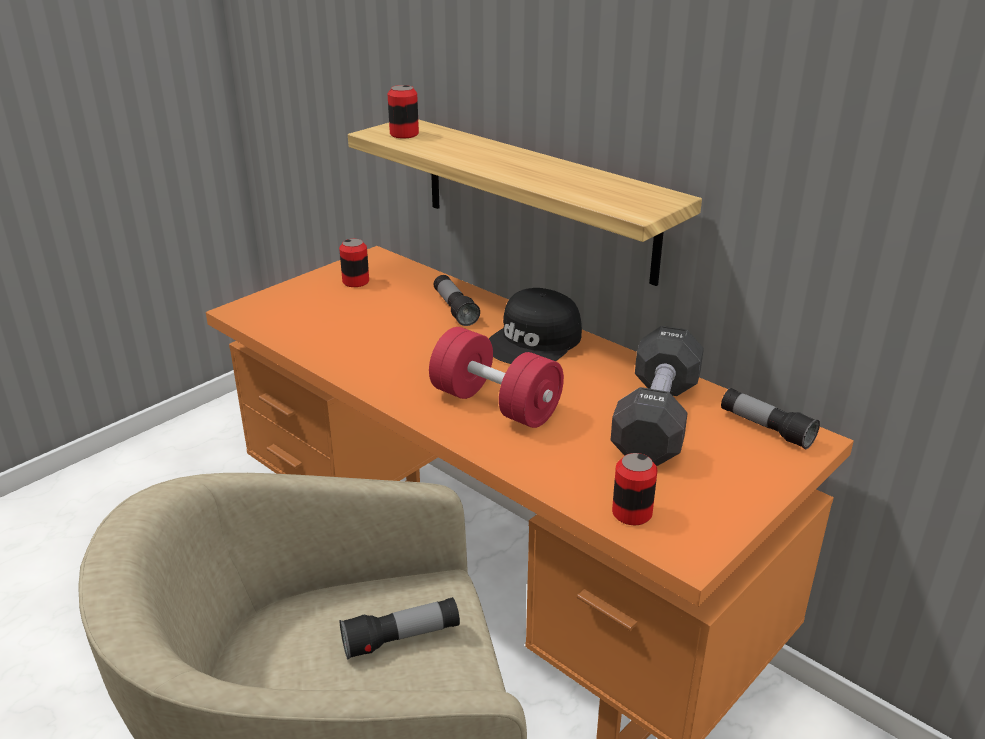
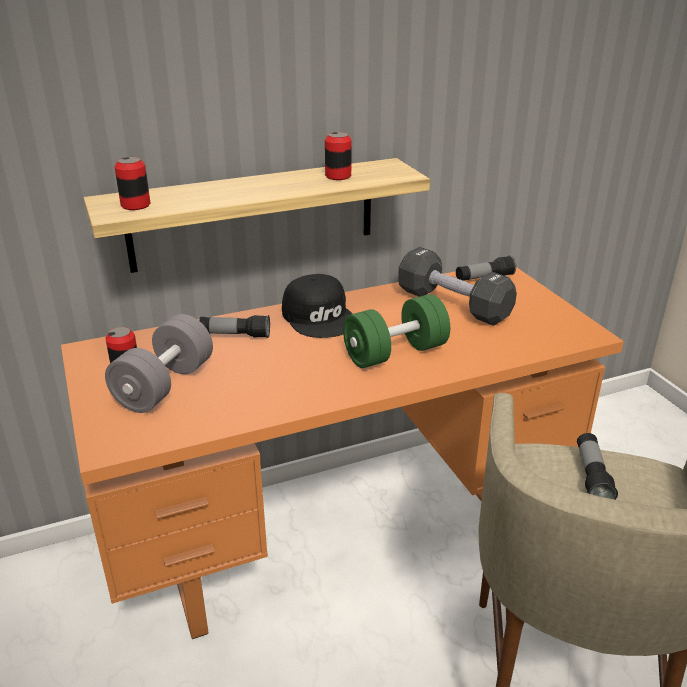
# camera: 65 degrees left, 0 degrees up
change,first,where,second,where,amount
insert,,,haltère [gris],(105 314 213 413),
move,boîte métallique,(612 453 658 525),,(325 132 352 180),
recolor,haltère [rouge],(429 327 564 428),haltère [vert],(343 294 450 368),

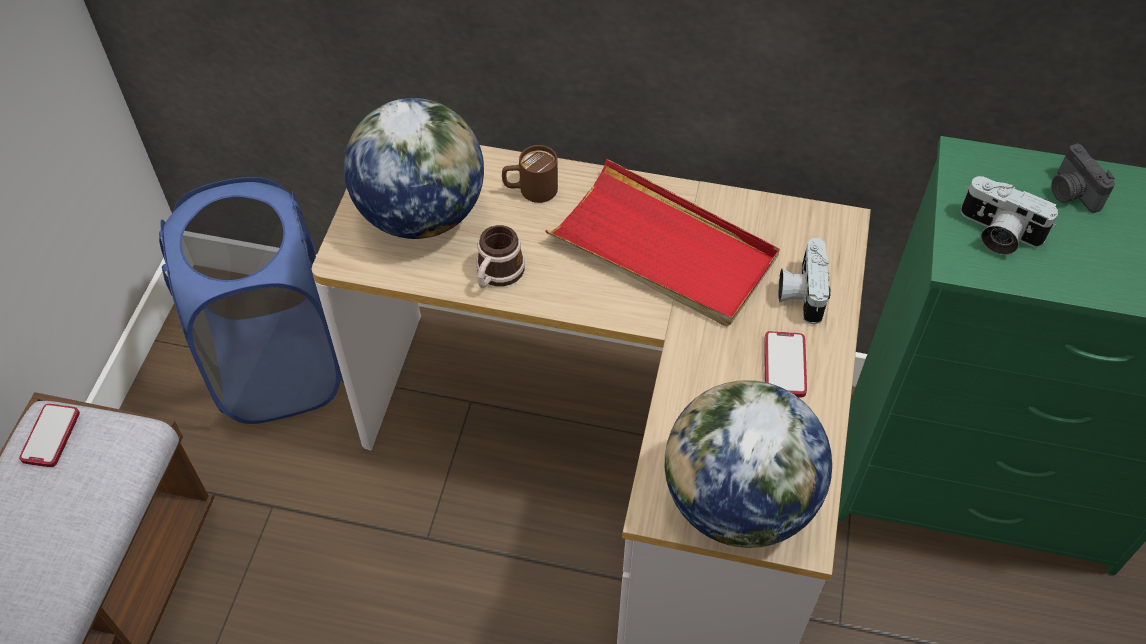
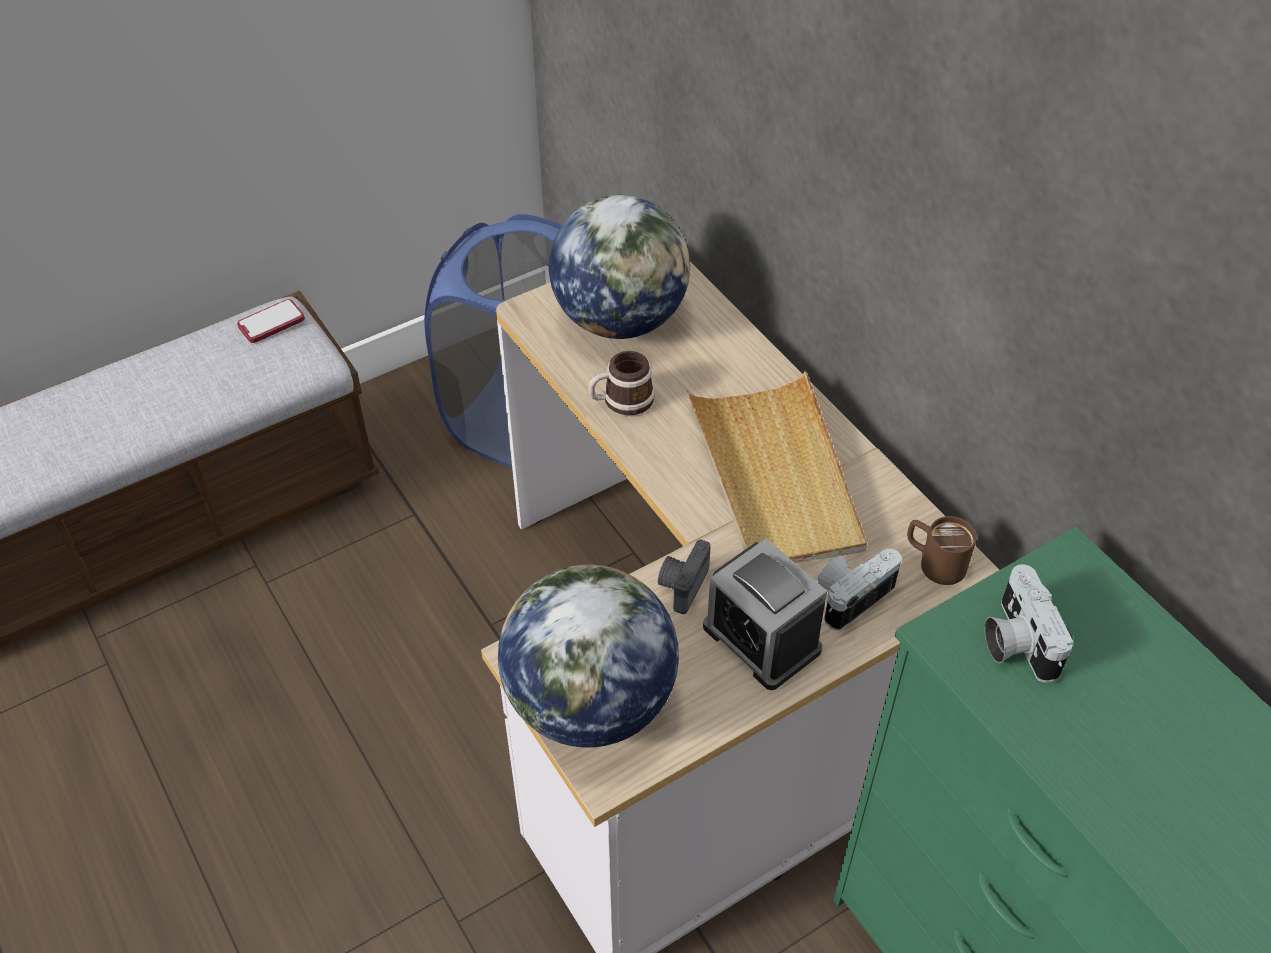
# camera: 45 degrees right, 5 degrees down
change,first,where,second,where,amount
move,mug [marron],(502 145 558 203),,(907 516 977 585),
move,appareil photo,(1051 144 1115 213),,(658 539 711 614),
replace,téléphone,(764 331 807 397),réveil,(703 538 827 690),
recolor,plateau [rouge],(546 159 780 326),plateau [beige],(687 371 867 563),

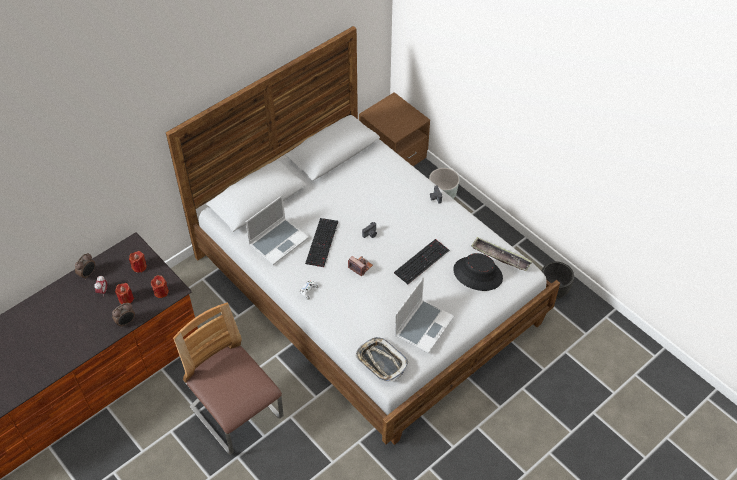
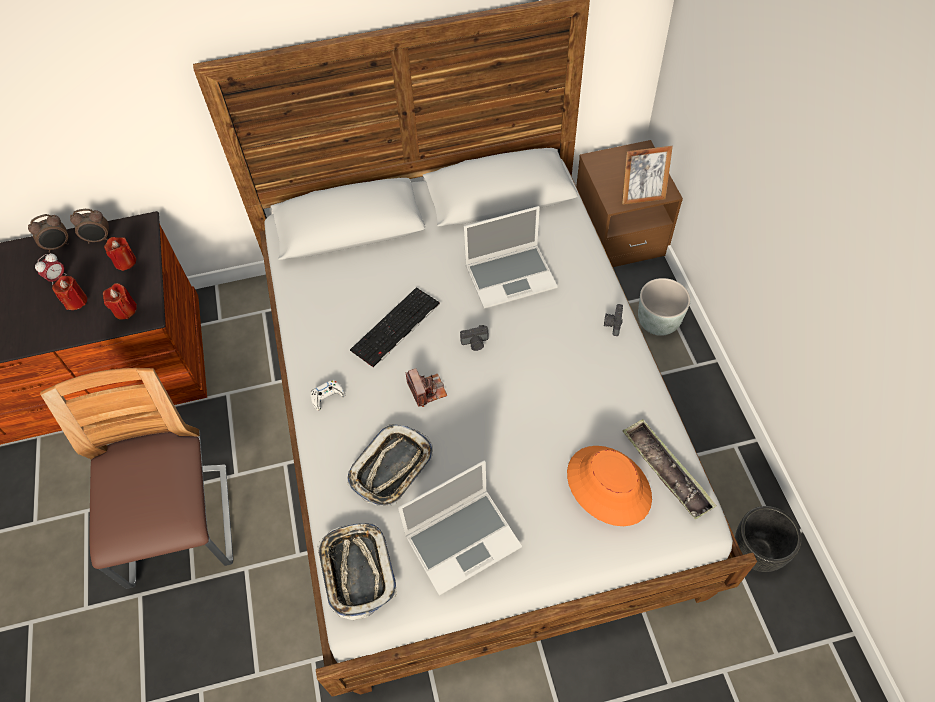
# camera: 30 degrees right, 5 degrees up
change,first,where,second,where,amount
delete,clavier,(394 239 449 284),,,
insert,,,plateau,(347 424 433 506),
insert,,,cadre photo,(622 146 673 205),
move,réveil,(112 303 135 328),,(70 209 109 244),
move,ordinateur portable,(246 195 309 265),,(464 206 557 309),
recolor,chapeau [noir],(453 253 503 291),chapeau [orange],(567 446 652 526),

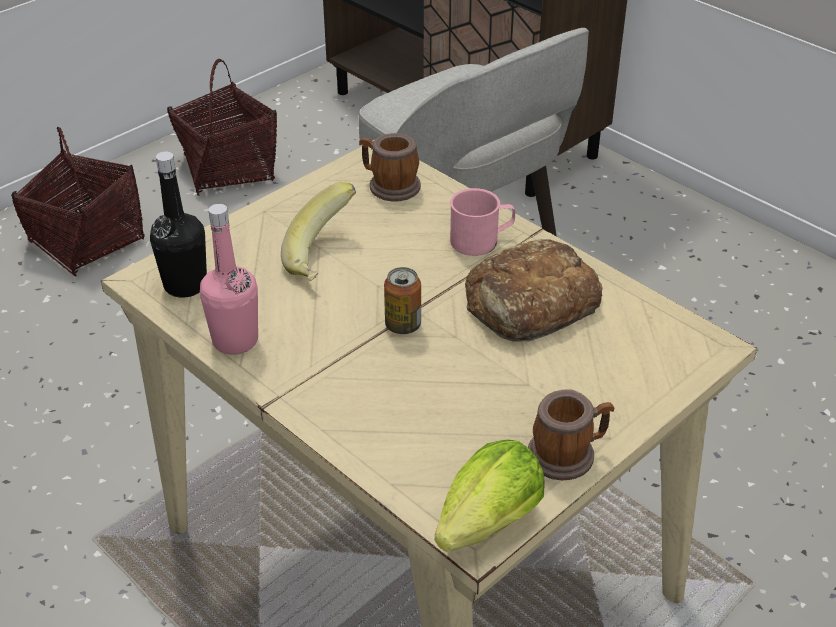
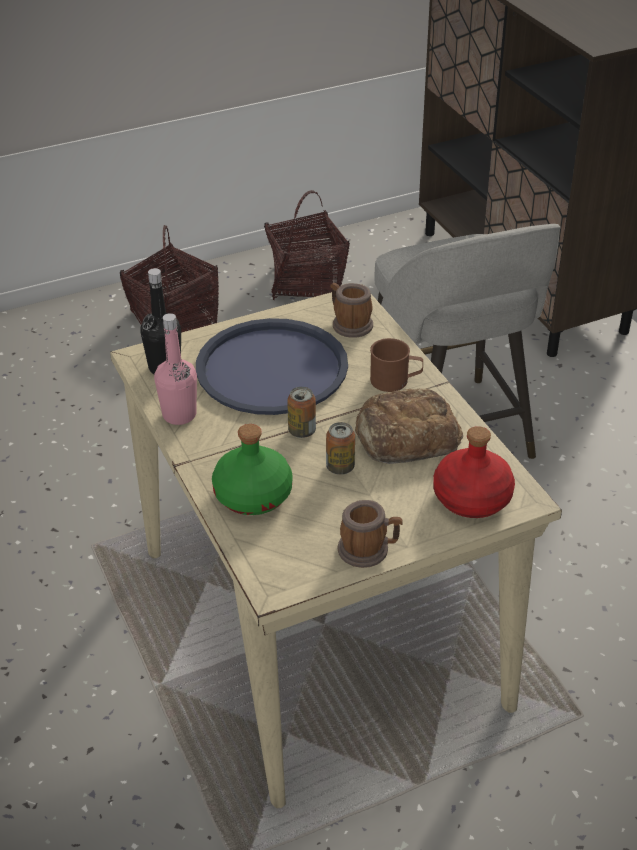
# camera: 20 degrees right, 0 degrees up
change,first,where,second,where,amount
delete,laitue,(435 440 545 552),,,
insert,,,bouteille [vert],(212 424 293 515),
insert,,,boîte métallique,(326 422 355 475),
insert,,,bouteille [rouge],(434 426 515 518),
replace,banane,(281 182 356 281),plateau [bleu],(196 318 348 415),
recolor,mug [rose],(450 188 515 256),mug [marron],(370 338 423 392),

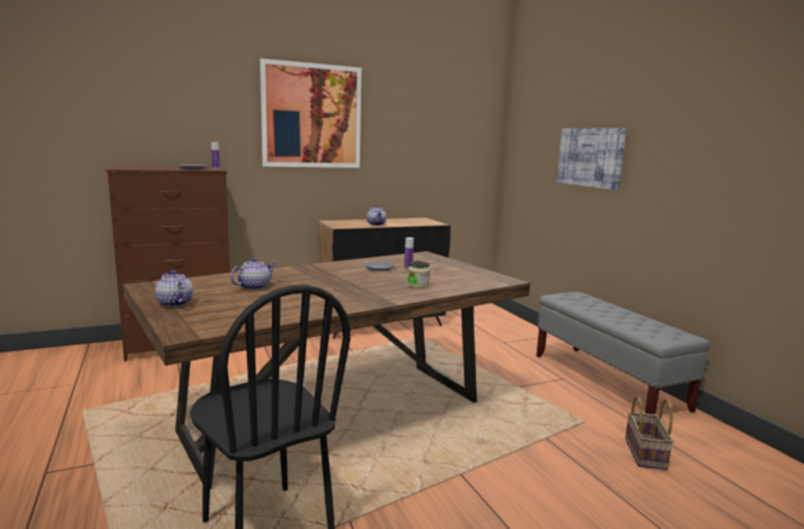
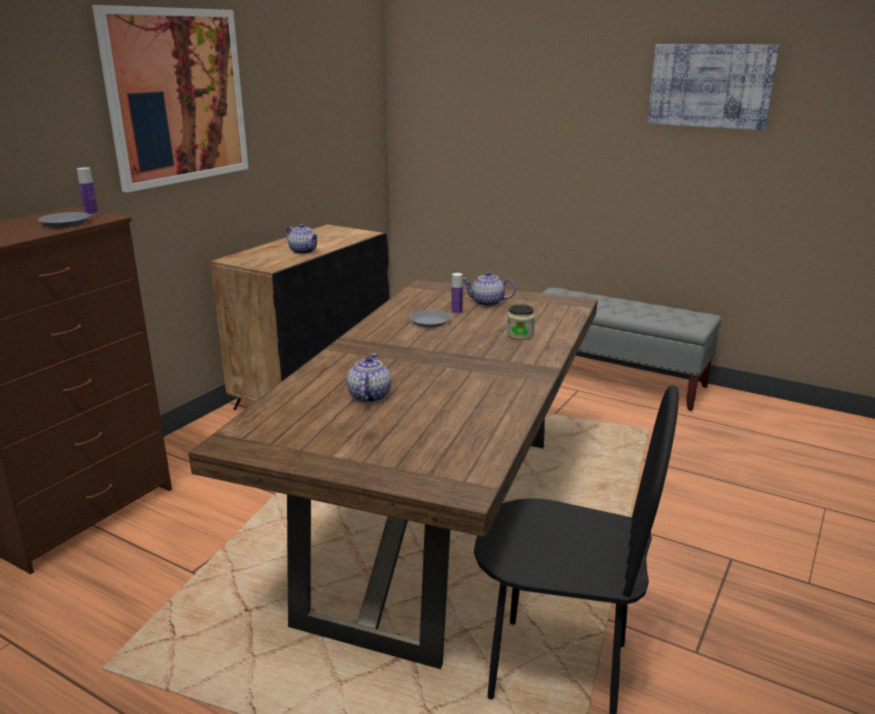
# camera: 35 degrees left, 10 degrees up
change,first,where,second,where,amount
delete,panier,(625 396 674 470),,,
move,théière,(155 270 193 307),,(463 272 516 306),
move,tableau,(557 128 627 190),,(648 44 779 130),

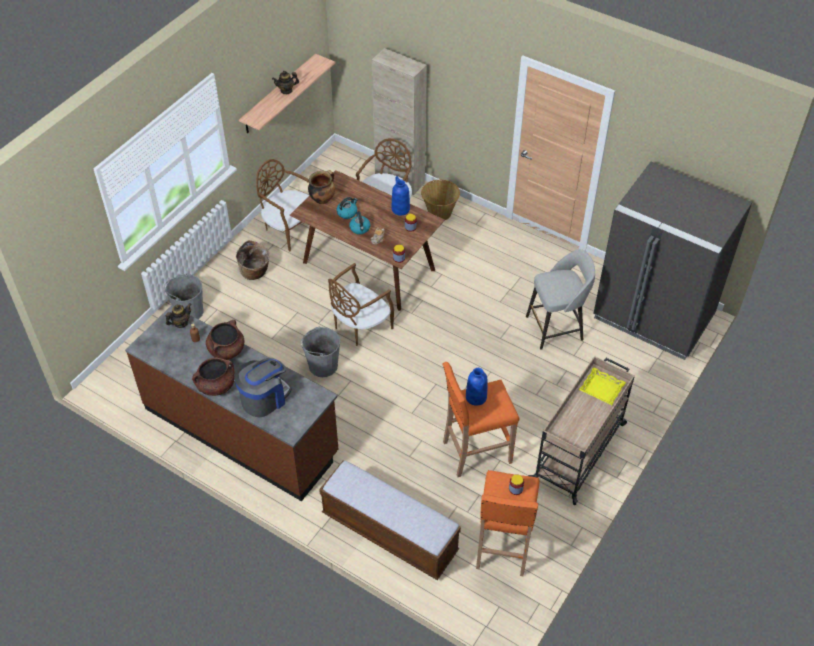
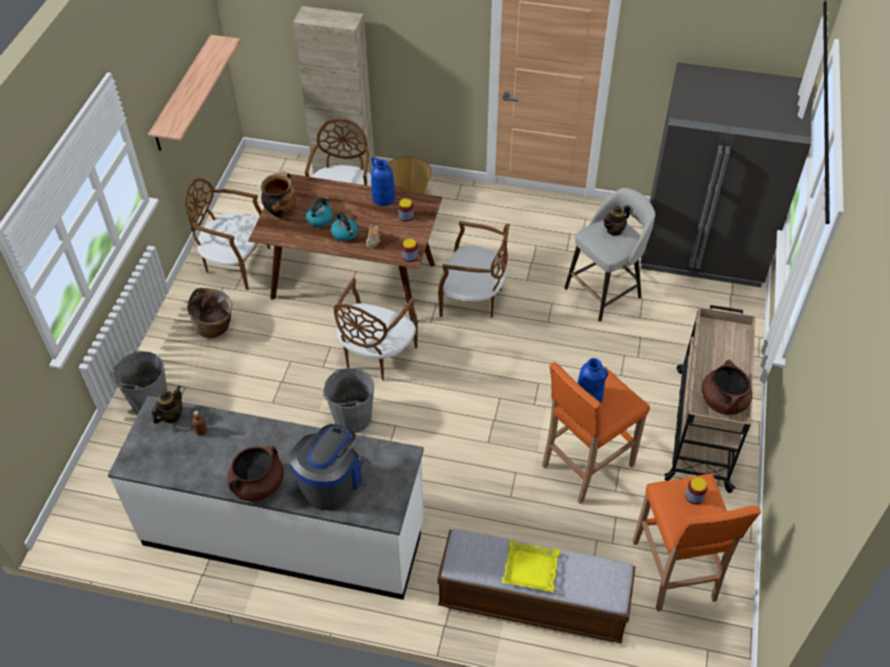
# camera: 20 degrees left, 0 degrees up
change,first,where,second,where,amount
insert,,,chaise [marron],(438 221 510 318),
move,marmite [marron],(206 320 244 360),,(702 360 752 415),
move,théière,(272 71 299 94),,(603 205 630 236),
move,plateau [jaune],(579 367 626 405),,(502 541 560 592),
recolor,comptoir de cuisine [marron],(125 305 338 501),comptoir de cuisine [blanc],(108 396 424 600),

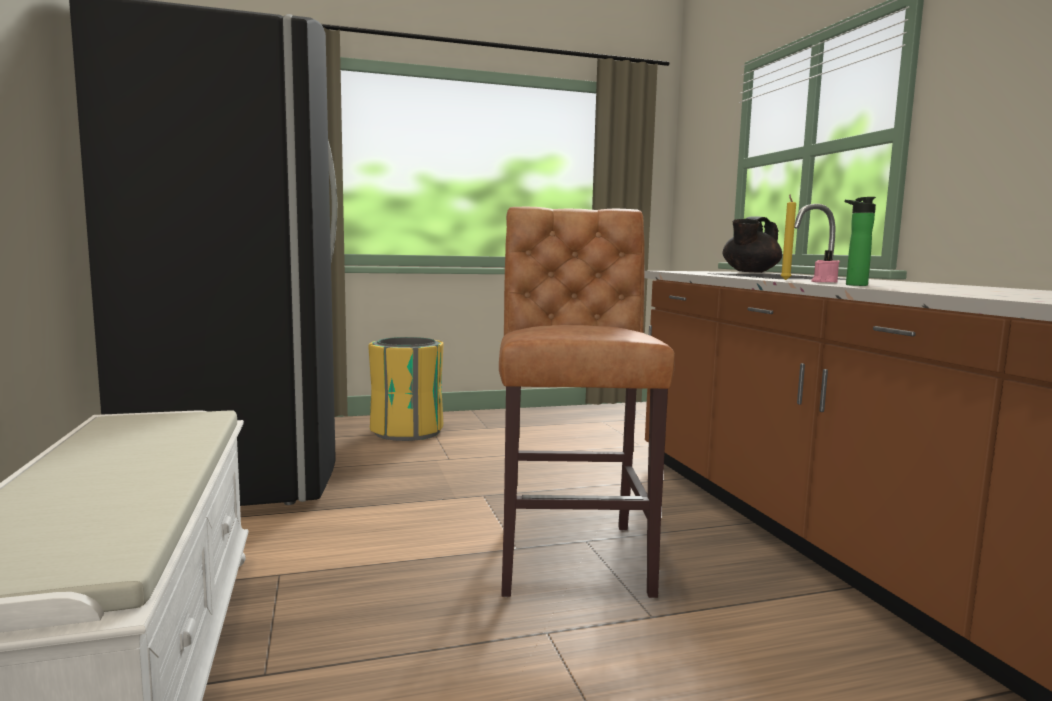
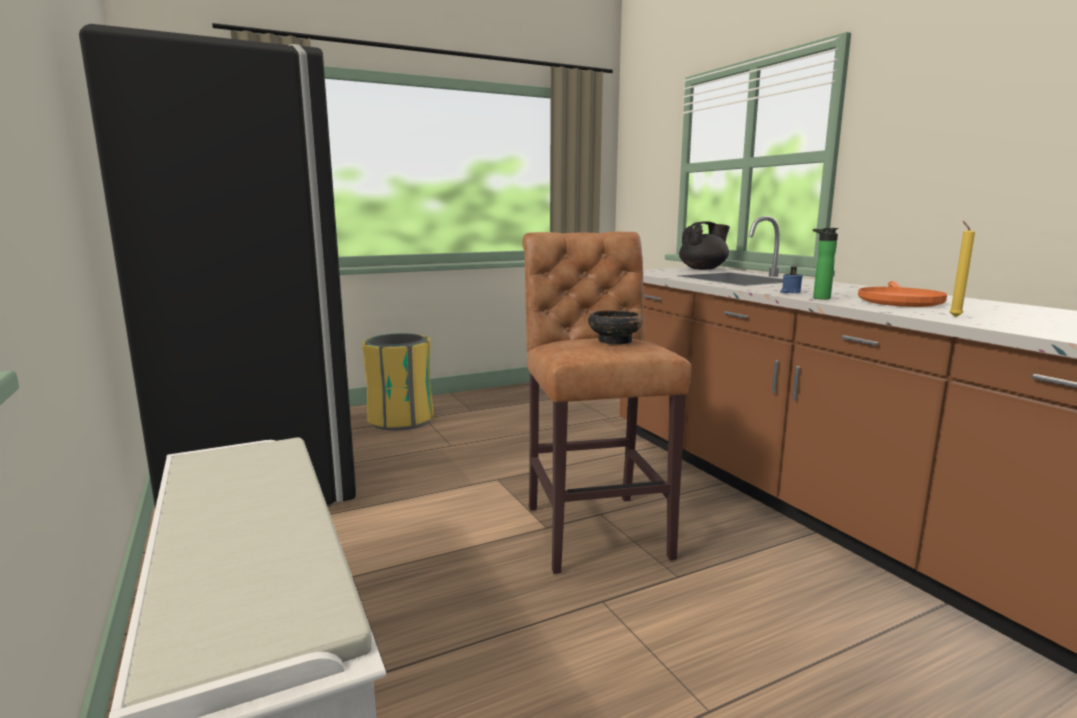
# camera: 10 degrees left, 5 degrees up
change,first,where,second,where,amount
insert,,,bol,(588 310 643 345),
insert,,,poêle [orange],(858 281 947 307),
move,bougie [jaune],(780 195 796 280),,(949 221 975 317),
recolor,bougie [rose],(811 250 840 282),bougie [bleu],(780 266 803 293),
rotate,théière [noir],(723 216 782 273),,(679 221 730 270),150 degrees counterclockwise

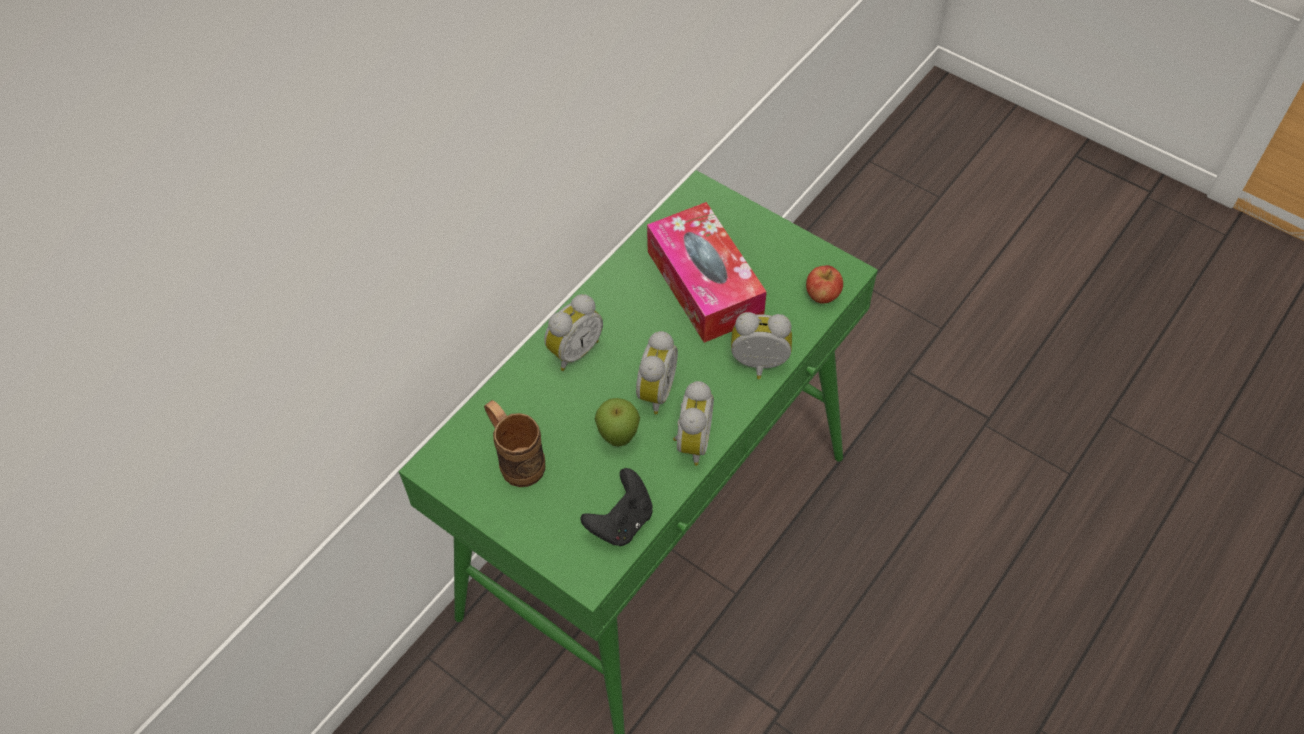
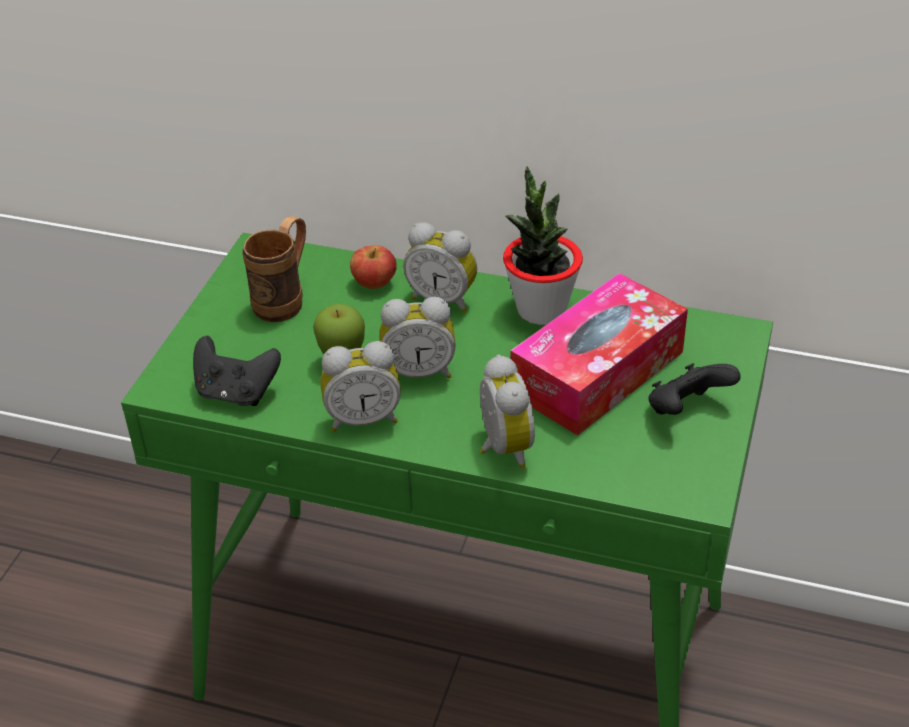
# camera: 70 degrees right, 15 degrees down
change,first,where,second,where,amount
insert,,,plante en pot,(503 166 583 325),
insert,,,manette [noir],(648 363 741 415),
move,pomme,(806 265 843 304),,(350 245 397 289),

